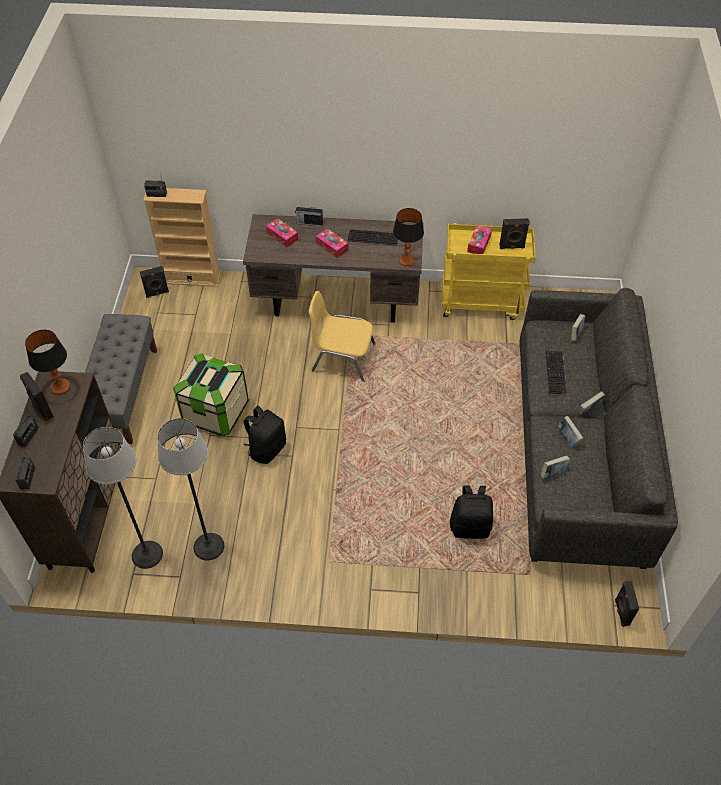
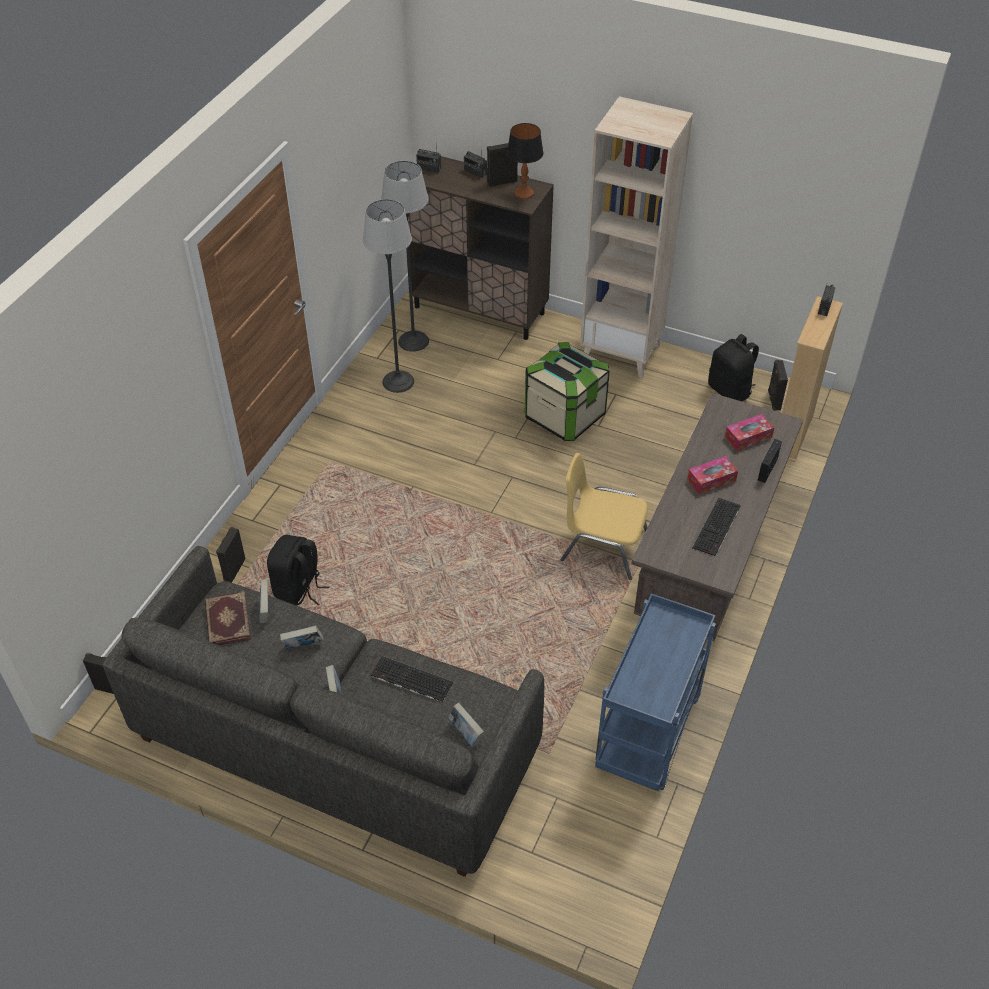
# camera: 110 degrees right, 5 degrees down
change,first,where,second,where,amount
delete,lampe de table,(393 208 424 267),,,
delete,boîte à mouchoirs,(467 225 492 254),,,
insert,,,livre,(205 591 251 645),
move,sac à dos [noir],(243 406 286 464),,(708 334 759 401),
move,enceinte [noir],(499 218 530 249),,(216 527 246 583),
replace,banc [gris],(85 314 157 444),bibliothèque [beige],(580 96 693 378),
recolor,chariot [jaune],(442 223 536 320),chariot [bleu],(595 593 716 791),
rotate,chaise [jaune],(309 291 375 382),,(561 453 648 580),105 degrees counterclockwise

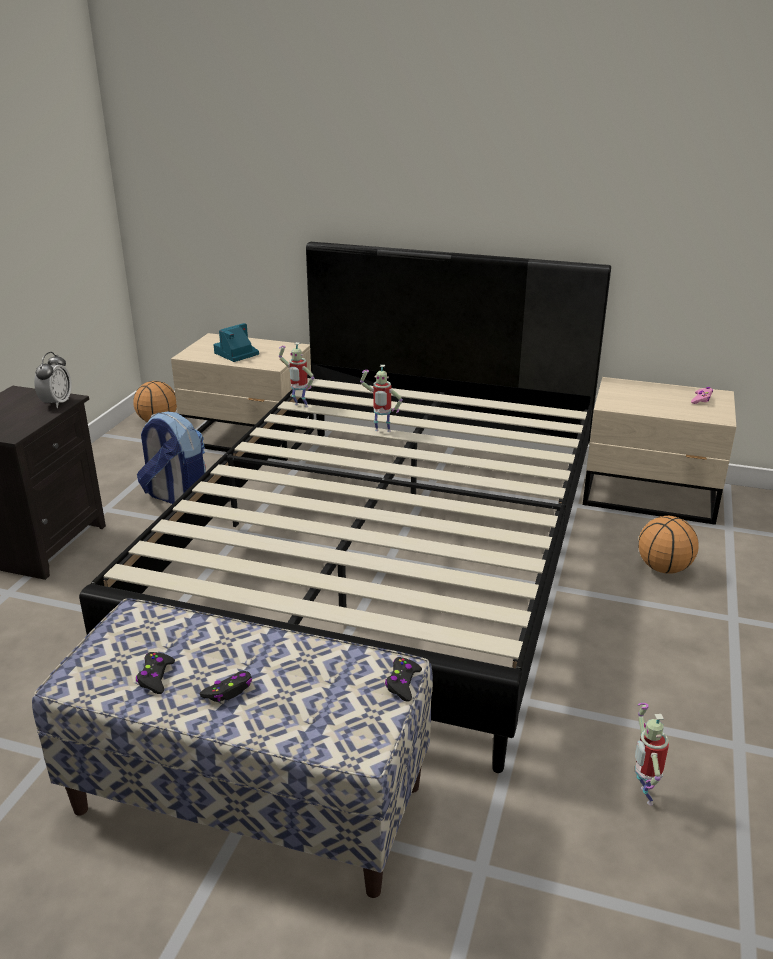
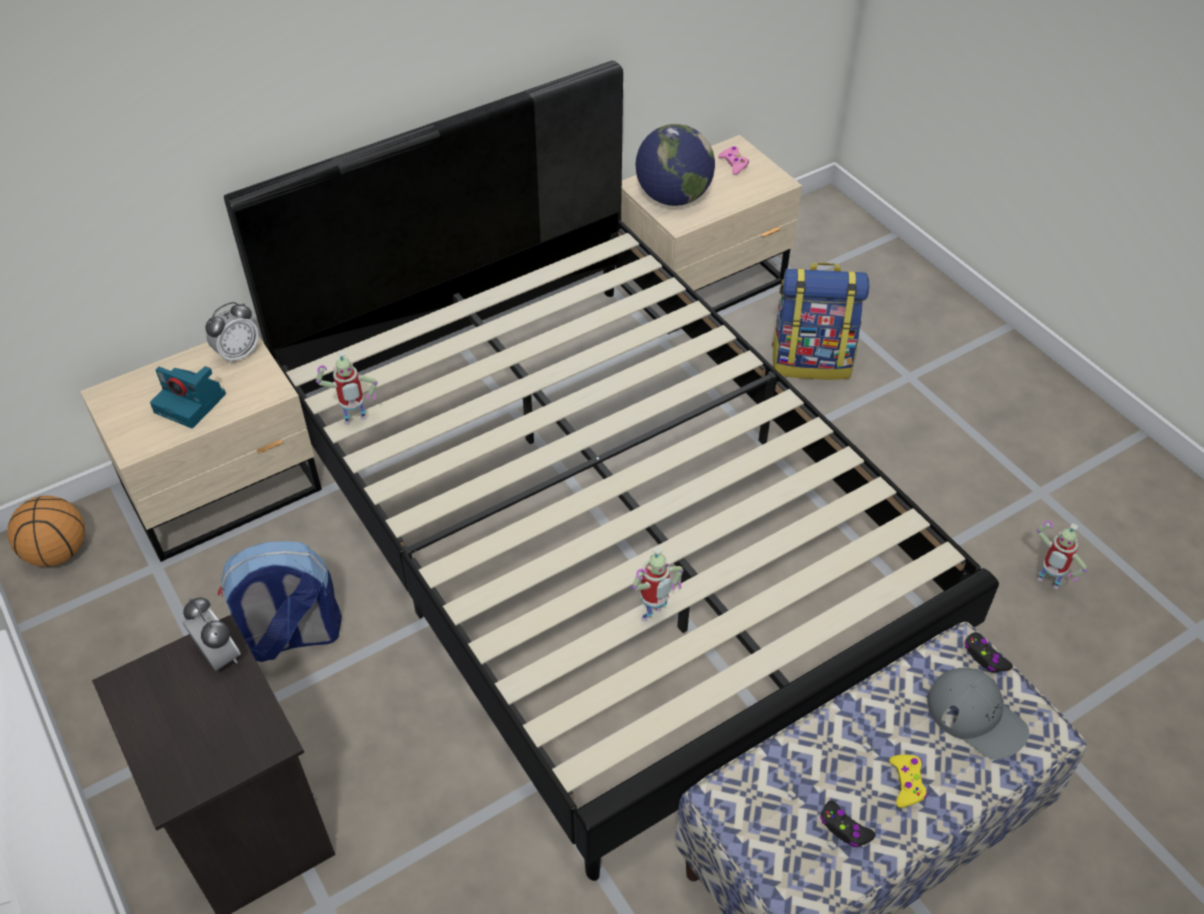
# camera: 50 degrees left, 20 degrees up
change,first,where,second,where,amount
insert,,,réveil,(205 302 259 365),
insert,,,globe,(636 124 715 206),
insert,,,casquette [gris],(927 668 1029 760),
move,robot jouet,(360 365 403 432),,(632 547 683 622),
replace,ballon de basket,(638 516 699 574),sac à dos,(772 263 870 380),
recolor,manette [noir],(199 671 252 702),manette [jaune],(889 754 927 808),
rotate,appareil photo,(213 323 259 362),,(150 366 226 428),60 degrees counterclockwise

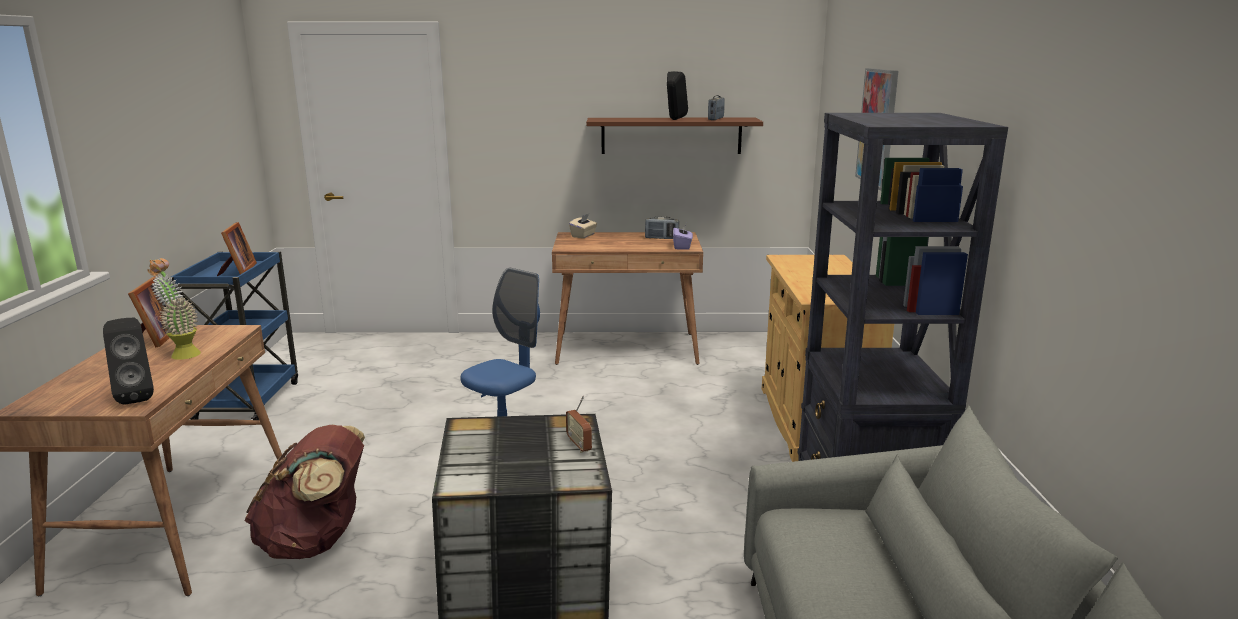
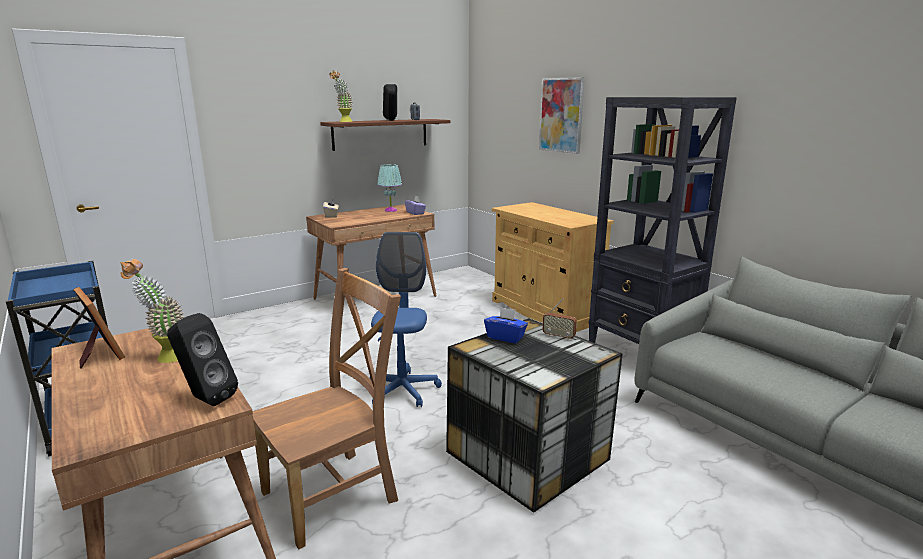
# camera: 35 degrees left, 0 degrees up
change,first,where,second,where,amount
delete,cadre photo,(217 222 257 276),,,
insert,,,plante en pot,(329 71 353 122),
insert,,,boîte à mouchoirs [bleu],(484 307 528 343),
replace,sac à dos [marron],(245 424 365 559),chaise [marron],(253 268 401 550),
replace,radio,(645 216 679 239),lampe de table [turquoise],(377 164 402 212),

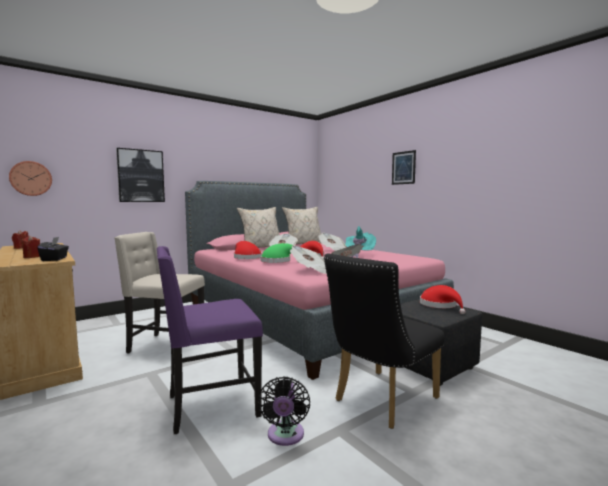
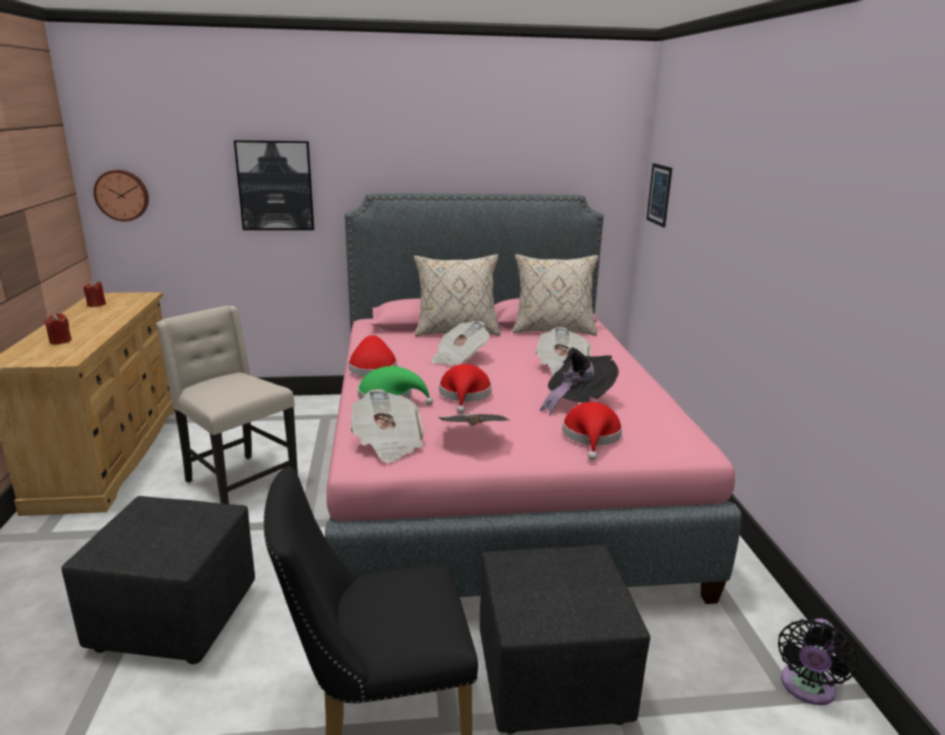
# camera: 30 degrees right, 15 degrees up
change,first,where,second,where,amount
delete,boîte à mouchoirs [noir],(37 237 69 261),,,
move,ventilateur [noir],(258 376 310 446),,(778 618 858 705),
move,tableau,(392 150 416 185),,(646 163 672 228),
move,chapeau [rouge],(420 285 466 314),,(562 402 622 460),
replace,chaise [violet],(157 246 263 434),pouf [noir],(62 496 255 664),
recolor,chapeau [turquoise],(345 226 376 258),chapeau [noir],(540 347 619 416),

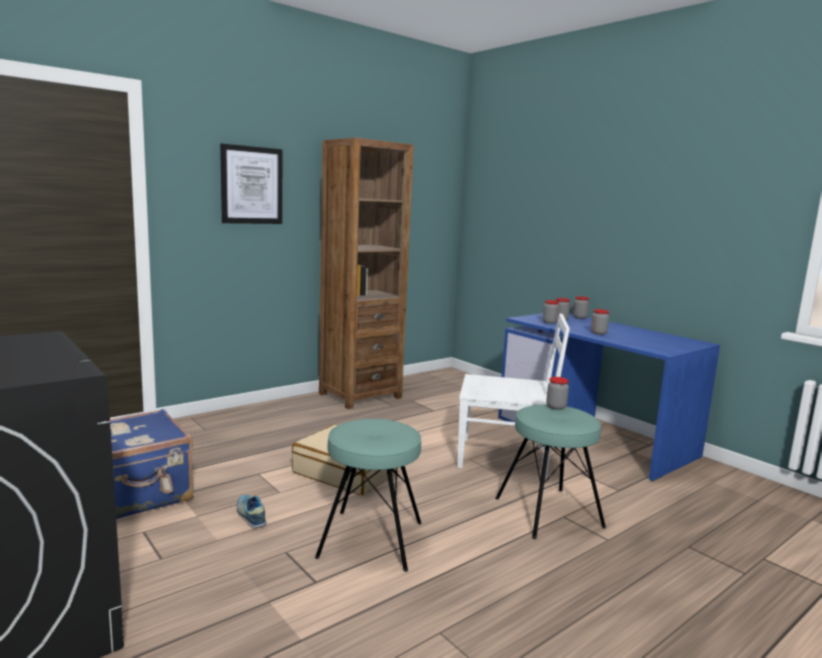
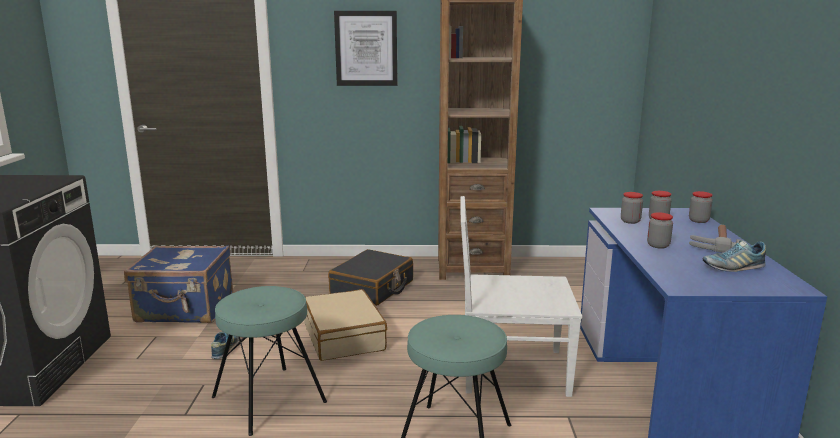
# camera: 40 degrees right, 5 degrees up
change,first,where,second,where,amount
delete,bocal,(546 377 569 410),,,
insert,,,valise [noir],(328 249 413 306),
insert,,,marteau,(689 225 740 252),
insert,,,chaussure,(703 240 766 272),
rotate,chaise [blanc],(457 314 570 478),,(461 196 582 397),135 degrees clockwise

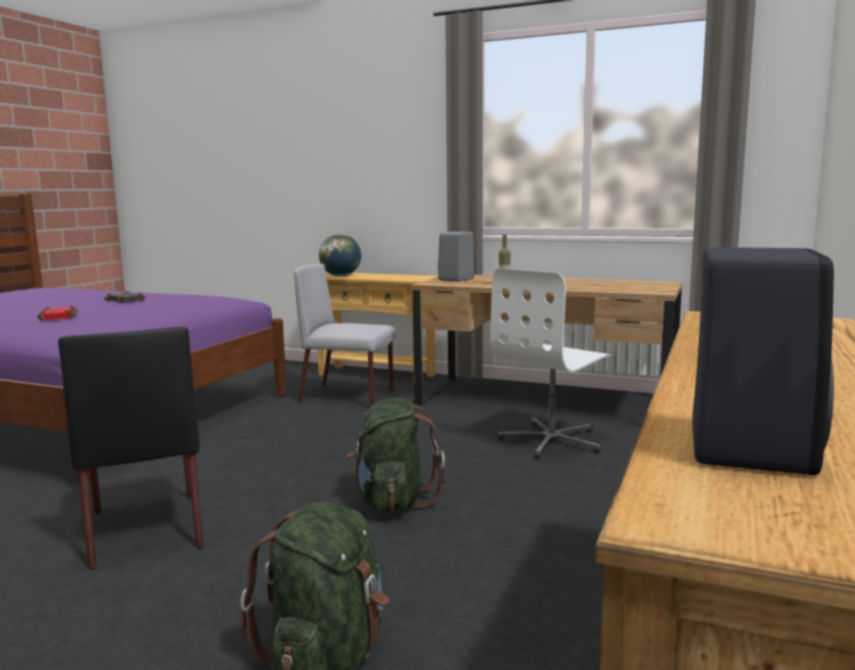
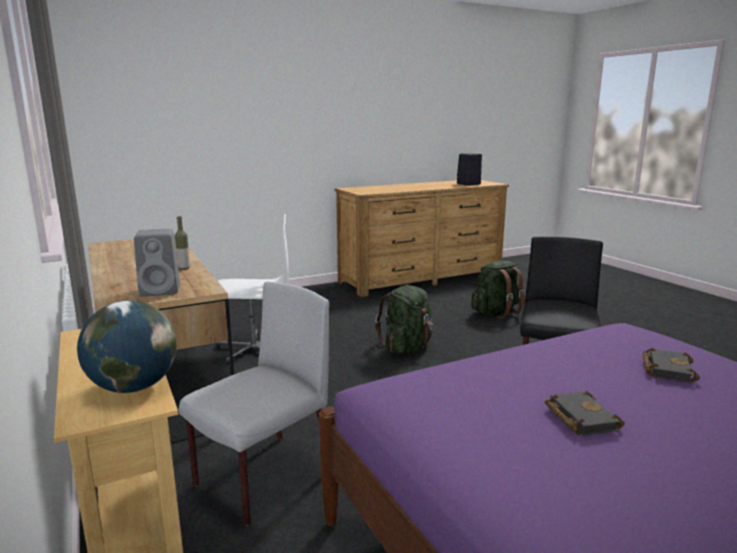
# camera: 140 degrees left, 5 degrees up
change,first,where,second,where,amount
recolor,livre [rouge],(37 305 78 321),livre [noir],(643 348 700 383),
rotate,chaise [gris],(294 264 396 407),,(179 282 329 526),105 degrees counterclockwise

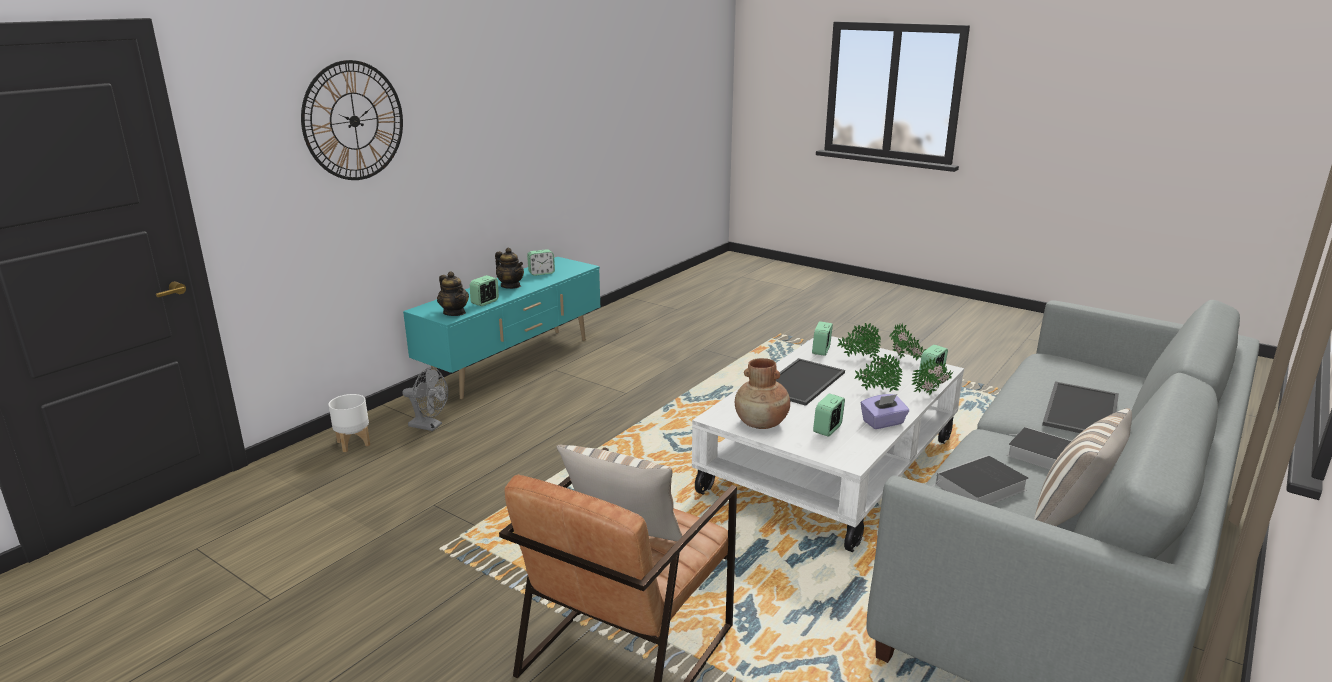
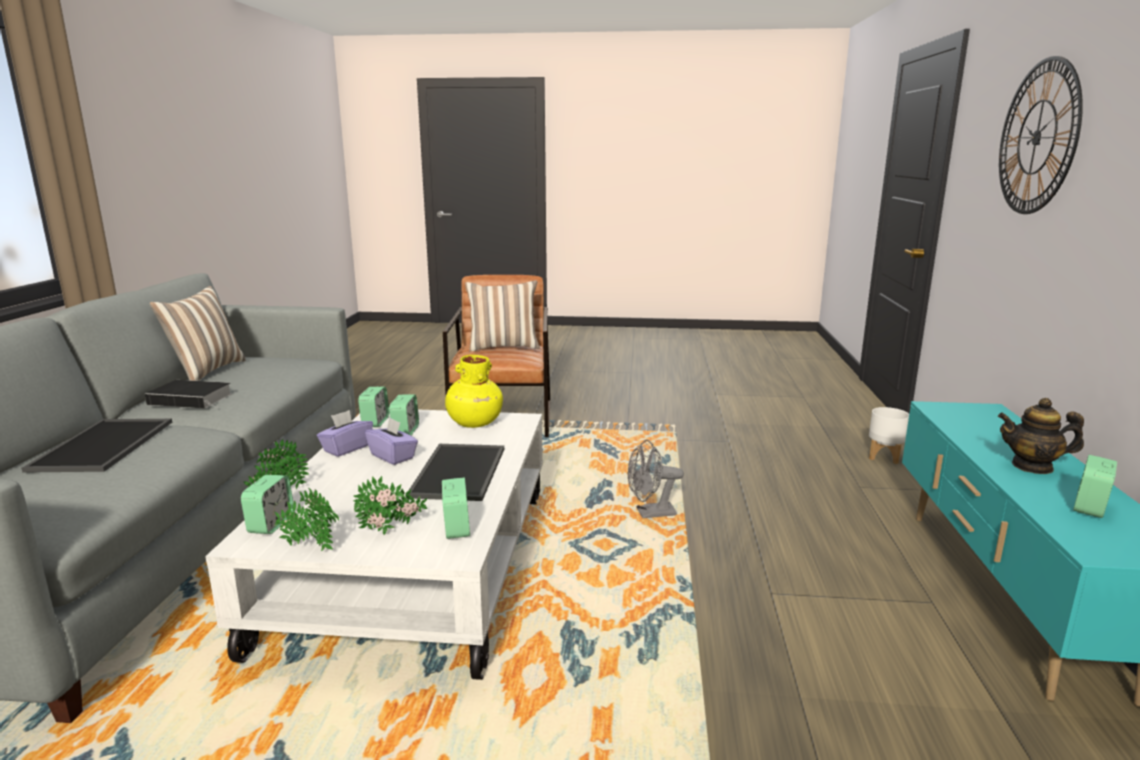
# camera: 150 degrees right, 5 degrees down
change,first,where,second,where,amount
delete,théière,(437 271 469 316),,,
delete,plante en pot,(855 354 902 392),,,
delete,livre,(932 455 1029 505),,,
insert,,,boîte à mouchoirs [violet],(365 417 418 465),
move,ventilateur [gris],(402 367 448 431),,(627 440 684 518),
move,réveil,(470 275 499 306),,(358 387 389 427),
recolor,vase [marron],(735 358 790 429),vase [jaune],(445 355 503 428),

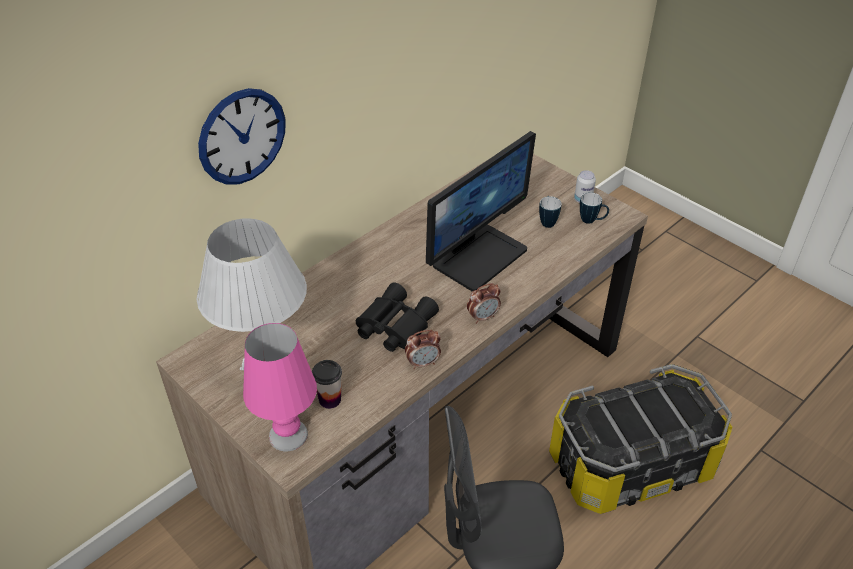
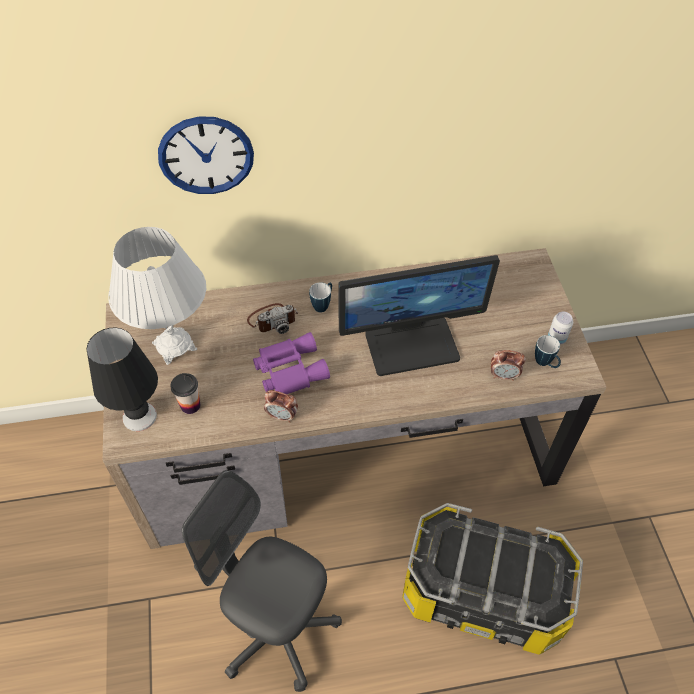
# camera: 35 degrees right, 10 degrees up
change,first,where,second,where,amount
insert,,,appareil photo,(247 303 298 334),
move,réveil,(467 283 501 324),,(491 350 526 381),
move,mug,(539 196 561 228),,(309 282 332 313),
recolor,lampe de table [rose],(243 323 317 451),lampe de table [noir],(87 327 158 431),
recolor,jumelles [noir],(356 282 439 352),jumelles [violet],(253 332 330 394),

